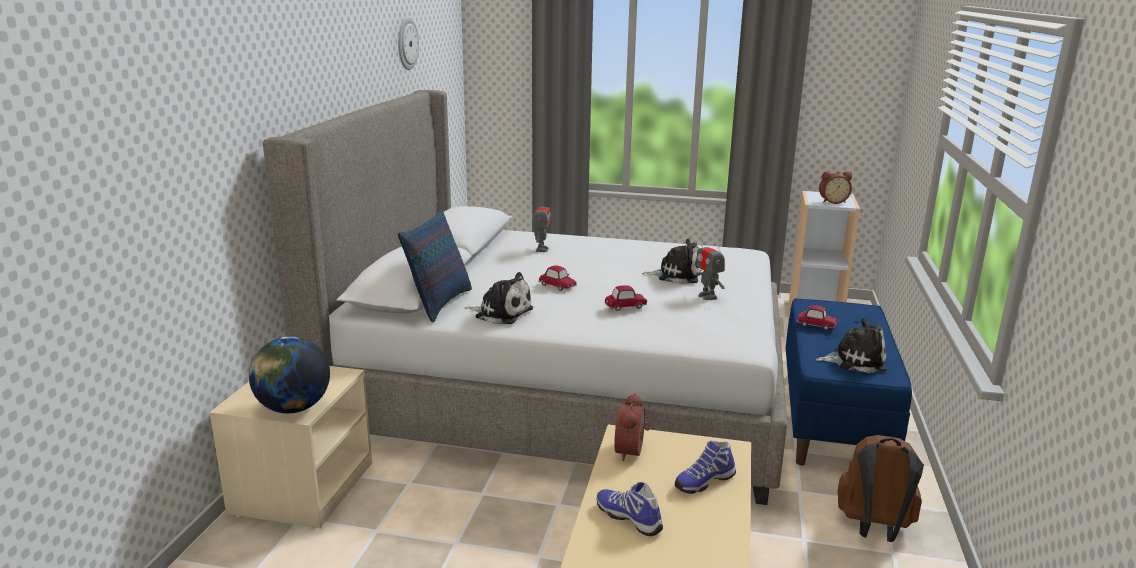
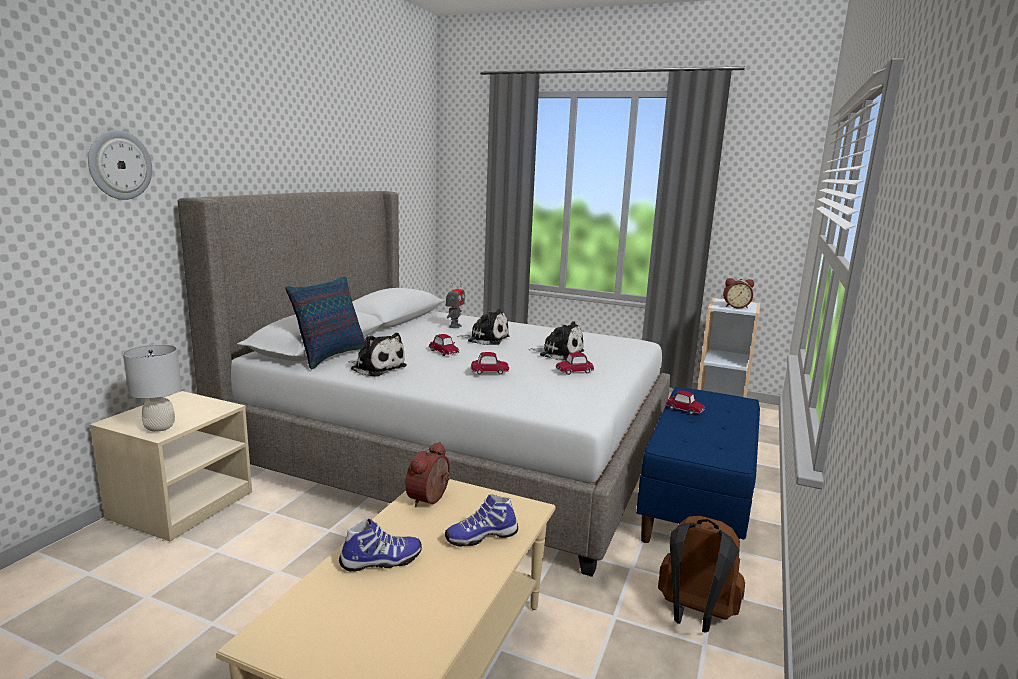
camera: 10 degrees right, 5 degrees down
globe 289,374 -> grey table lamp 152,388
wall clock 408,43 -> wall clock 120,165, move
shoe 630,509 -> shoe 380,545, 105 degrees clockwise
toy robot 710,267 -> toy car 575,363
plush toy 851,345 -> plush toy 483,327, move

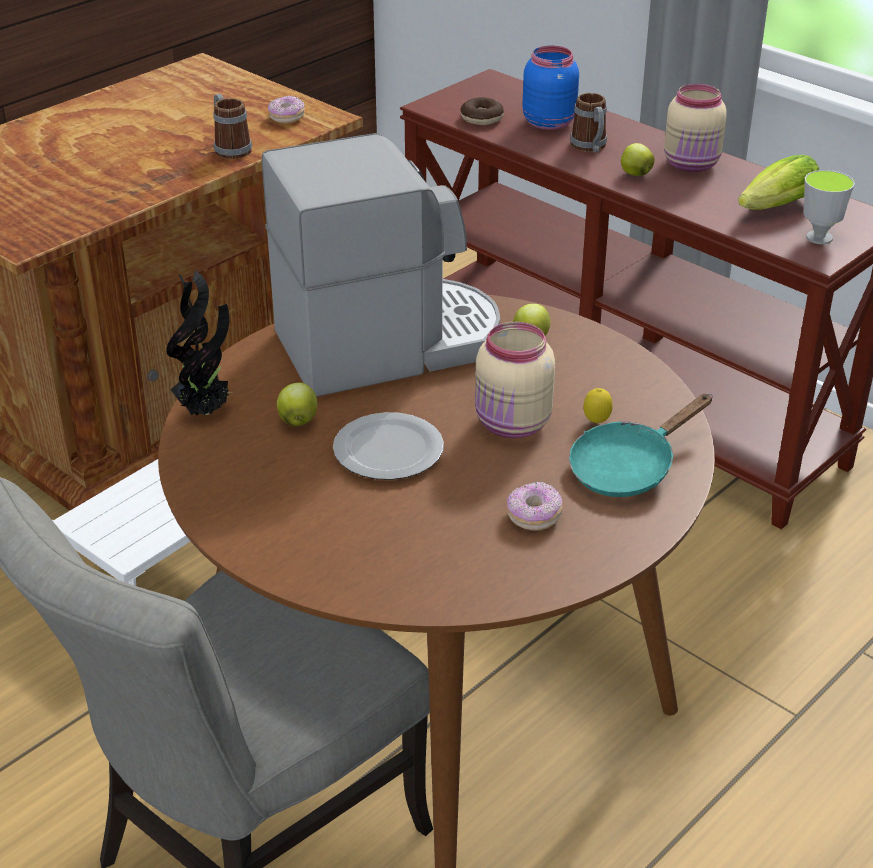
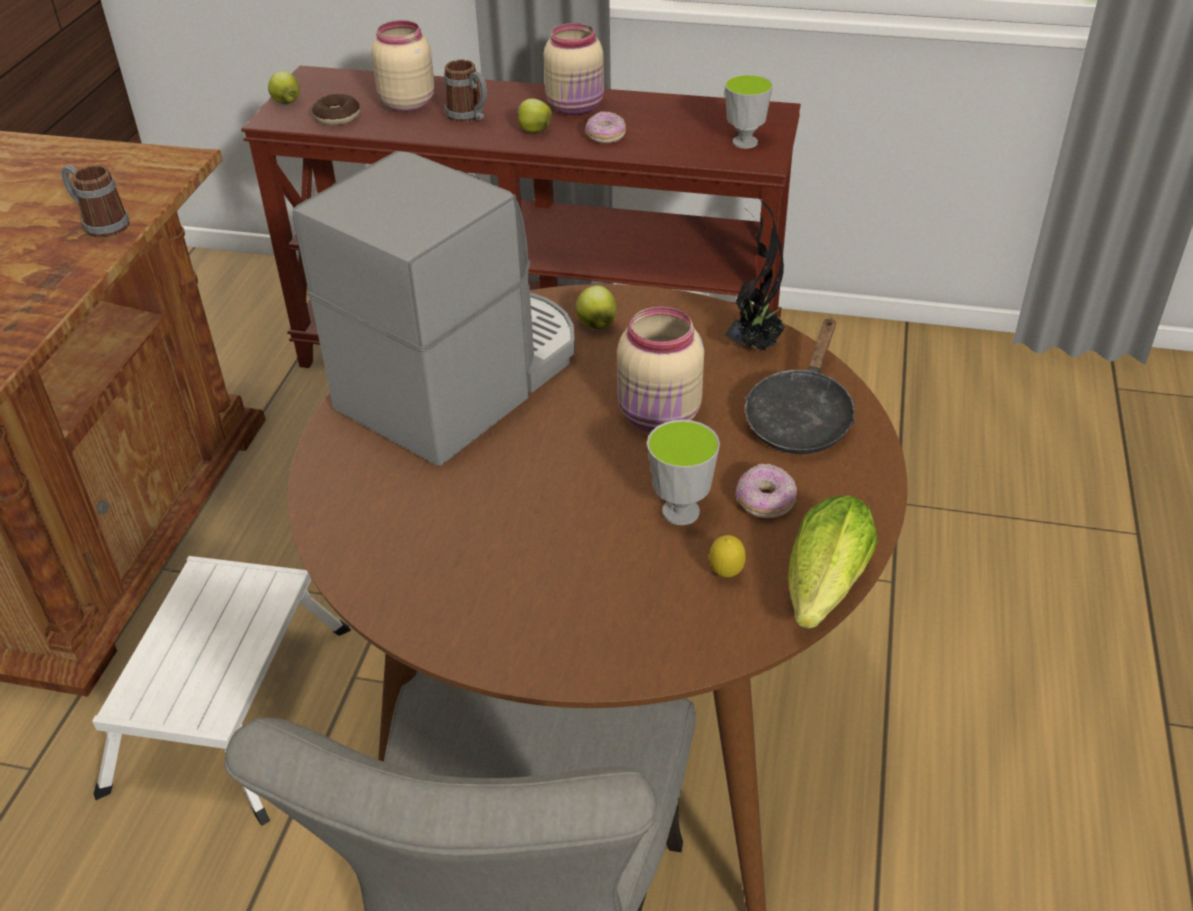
camera: 30 degrees left, 5 degrees up
potted plant 198,343 -> potted plant 755,275, move
donut 286,110 -> donut 605,127, move
apple 297,405 -> apple 284,87, move
plate 388,446 -> none
blue jar 550,88 -> beige jar 403,66
turquoise frying pan 641,445 -> black frying pan 800,386
lemon 598,405 -> lemon 727,556, move
lettuce 778,182 -> lettuce 832,562, move
none -> cup 683,472

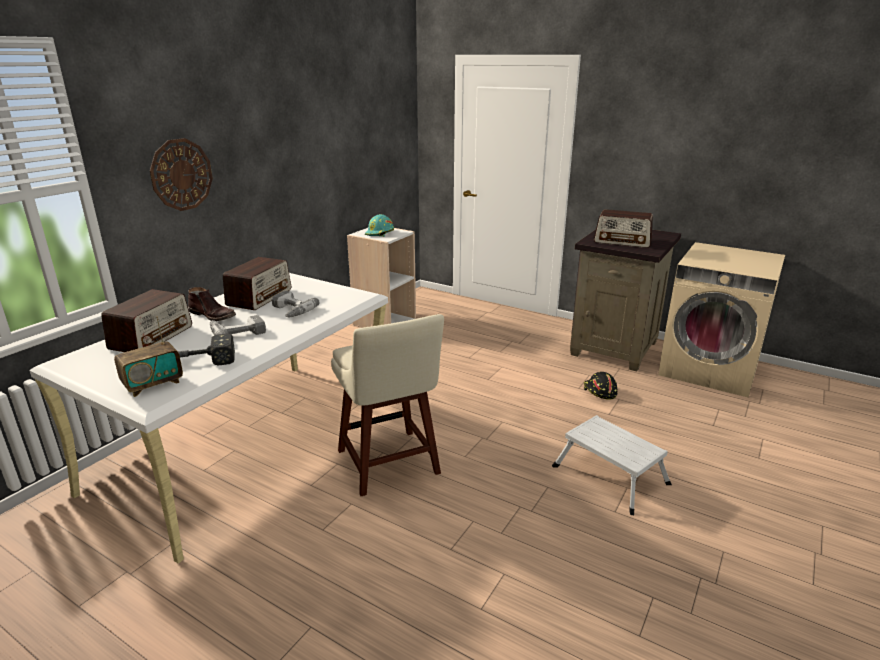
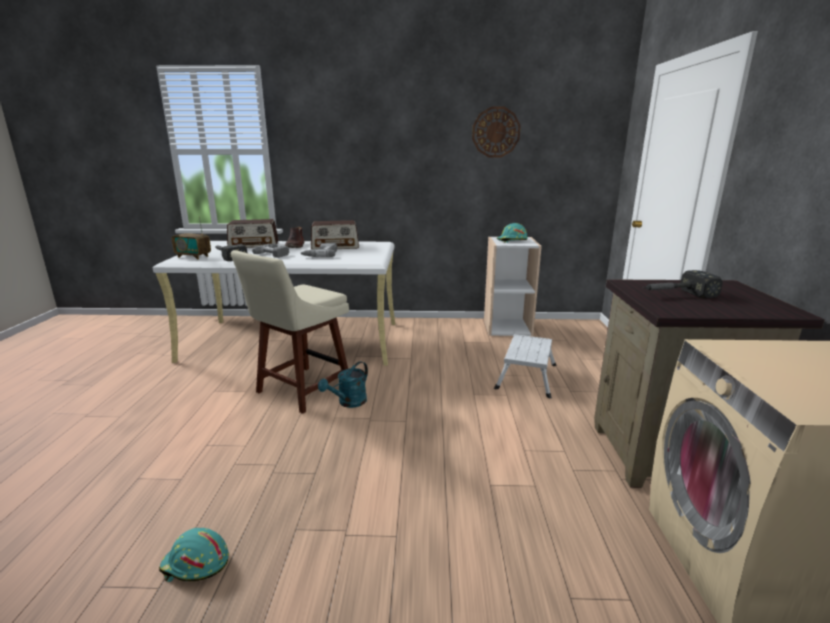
camera: 60 degrees right, 5 degrees down
wall clock 181,174 -> wall clock 496,132, move
white step ladder 612,465 -> white step ladder 525,366, move
black hard hat 600,385 -> none
radio 623,228 -> hammer 683,284
none -> turquoise hard hat 194,555
none -> turquoise watering can 343,384

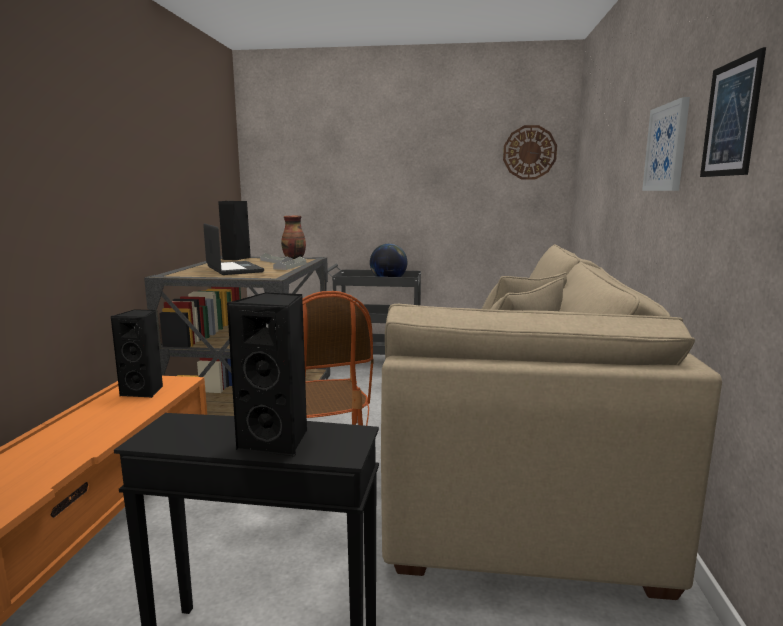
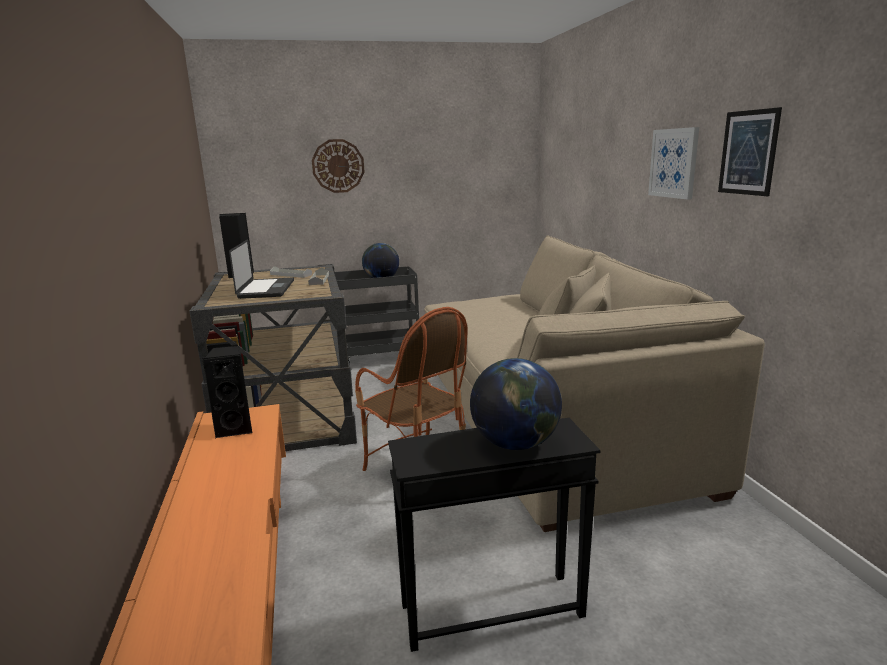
camera: 20 degrees left, 5 degrees up
laptop 233,249 -> laptop 261,269, 45 degrees clockwise
black speaker 267,374 -> globe 516,404
vase 293,237 -> none
wall clock 530,152 -> wall clock 338,166, move

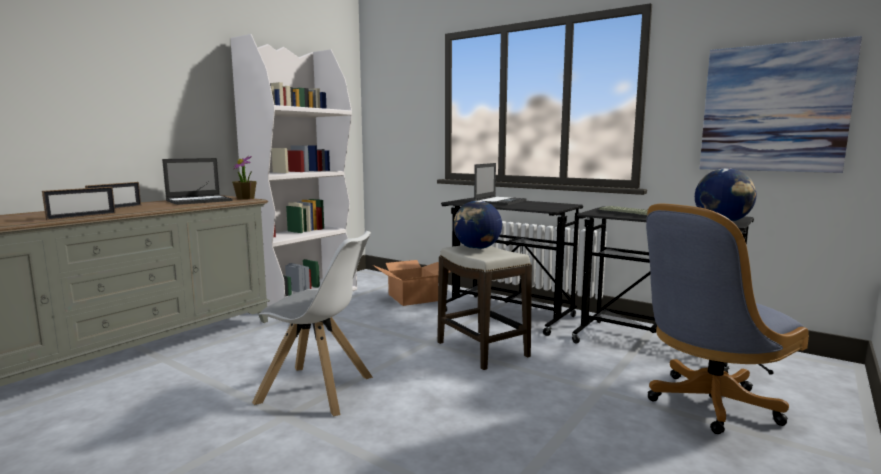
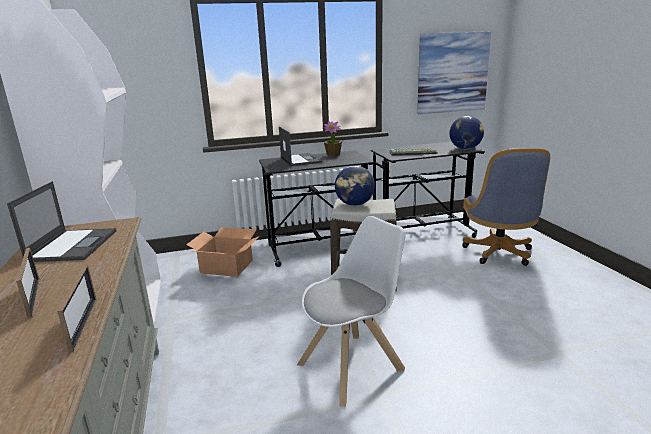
camera: 50 degrees left, 10 degrees up
potted plant 244,178 -> potted plant 332,138, move

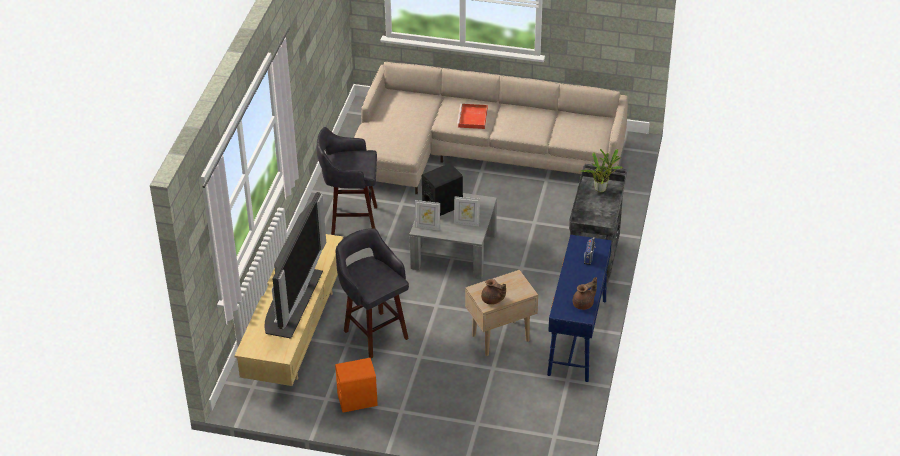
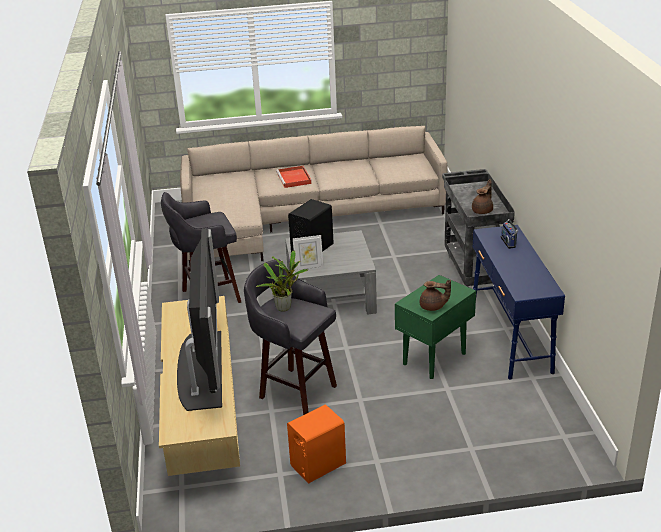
camera: 20 degrees left, 10 degrees down
picture frame 467,211 -> none
beige side table 501,313 -> green side table 435,327
brown teapot 585,293 -> brown teapot 482,196, move
potted plant 601,171 -> potted plant 282,281, move

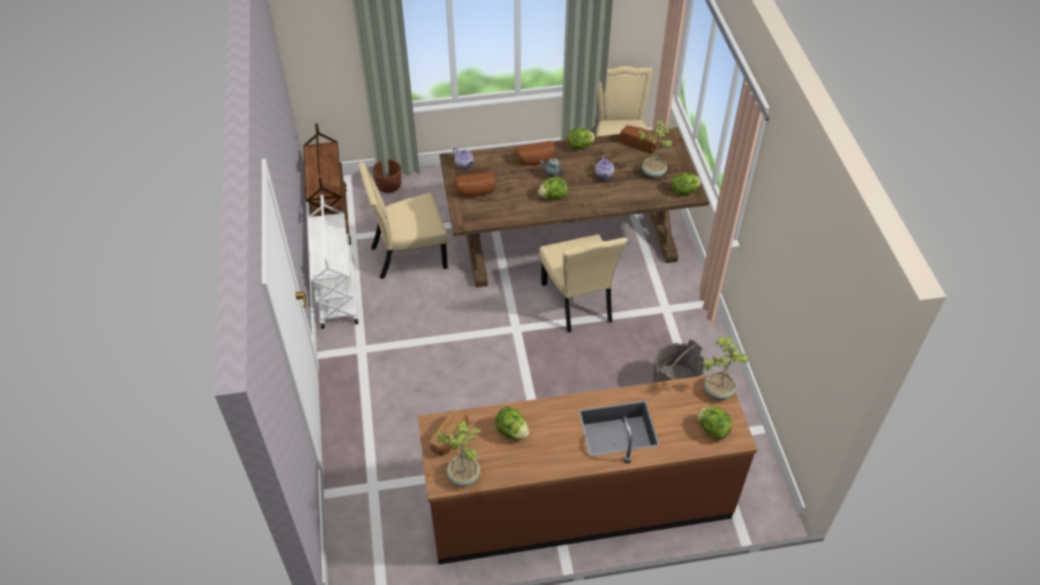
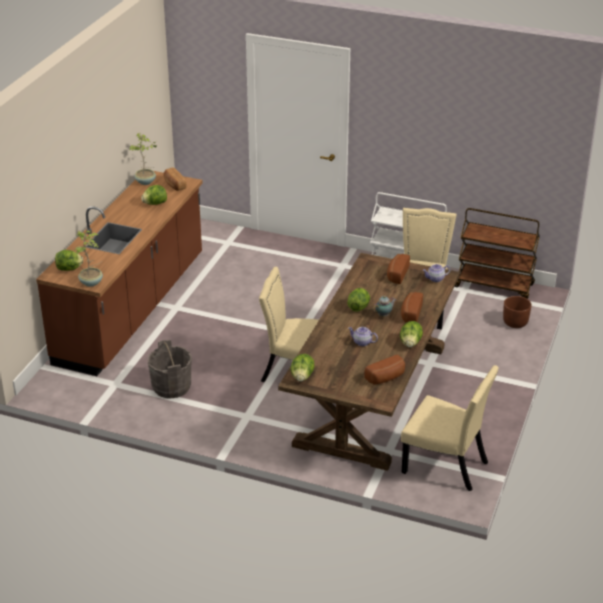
camera: 120 degrees right, 15 degrees down
potted plant 655,149 -> none

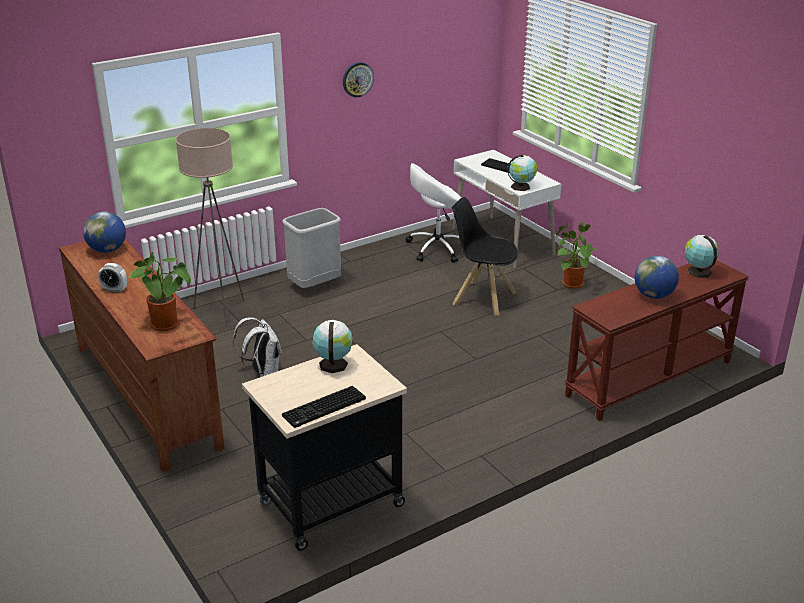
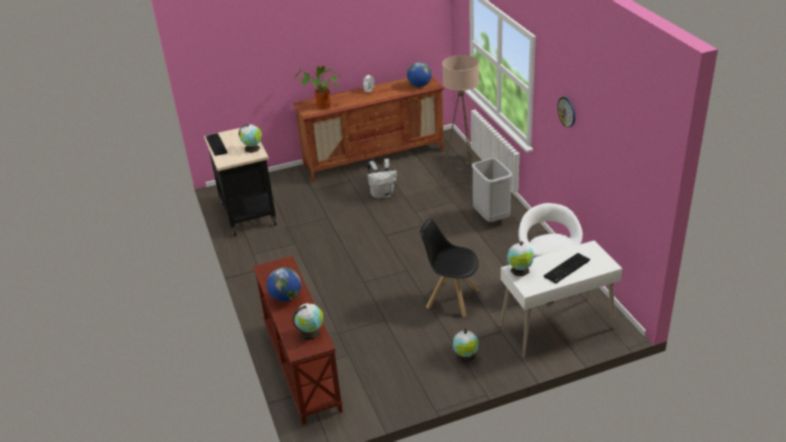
camera: 105 degrees right, 5 degrees up
black chair 485,256 -> black chair 450,268, 105 degrees counterclockwise
potted plant 576,255 -> globe 466,345

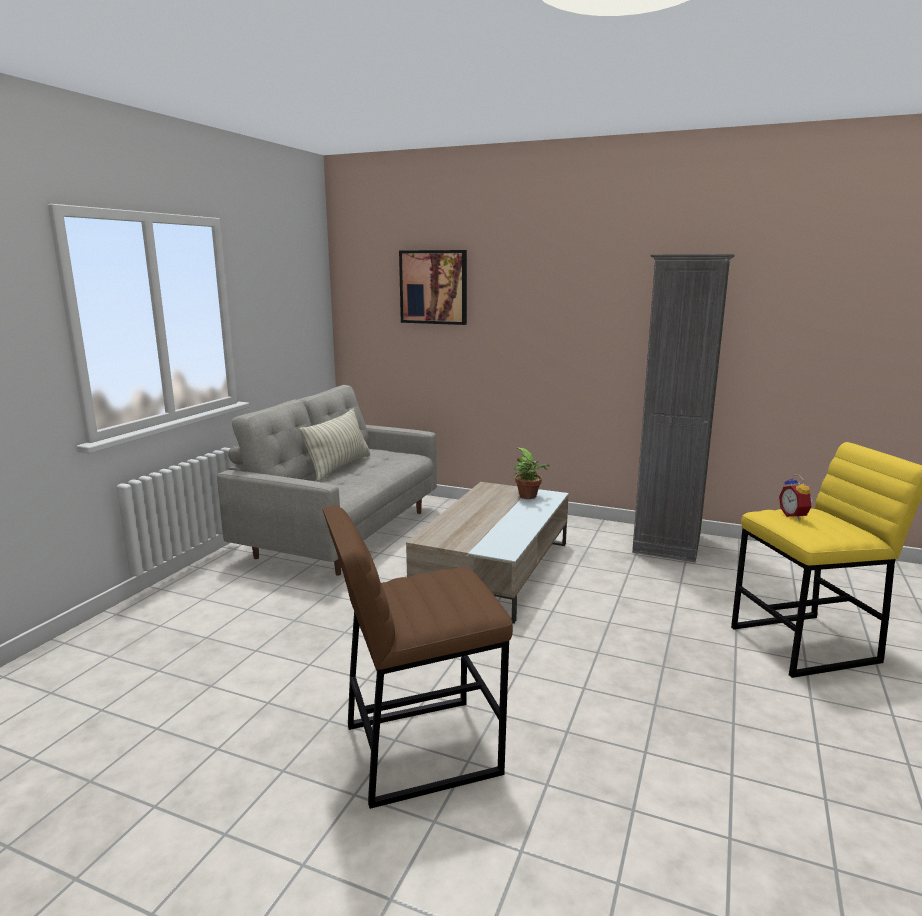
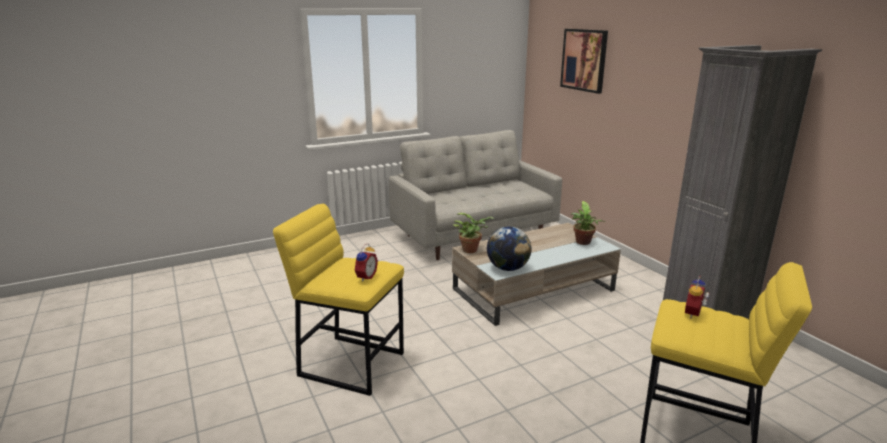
camera: 40 degrees right, 5 degrees up
pillow 334,445 -> none
brown stool 417,657 -> yellow stool 338,300
none -> alarm clock 366,262
none -> potted plant 473,232
none -> globe 509,248

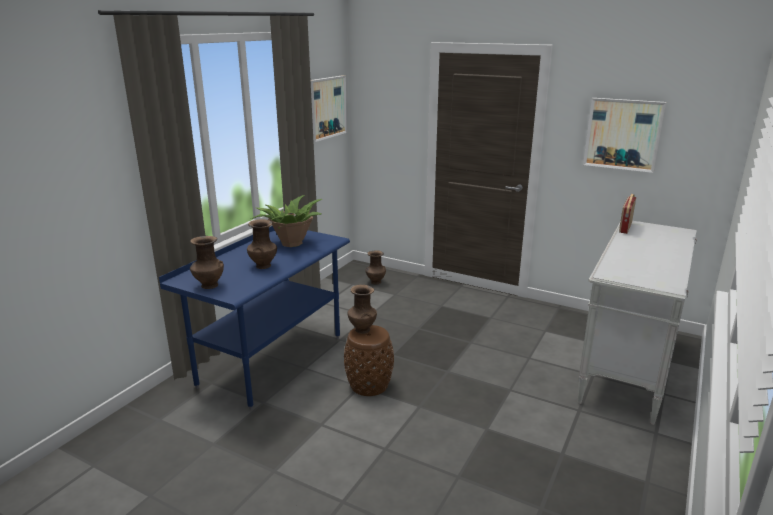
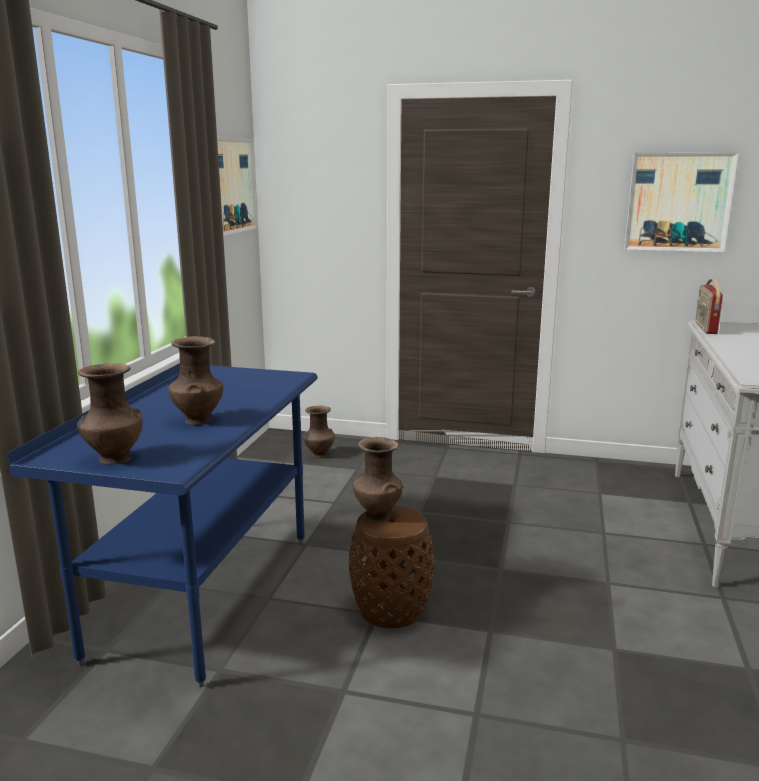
camera: 15 degrees left, 5 degrees down
potted plant 286,221 -> none

